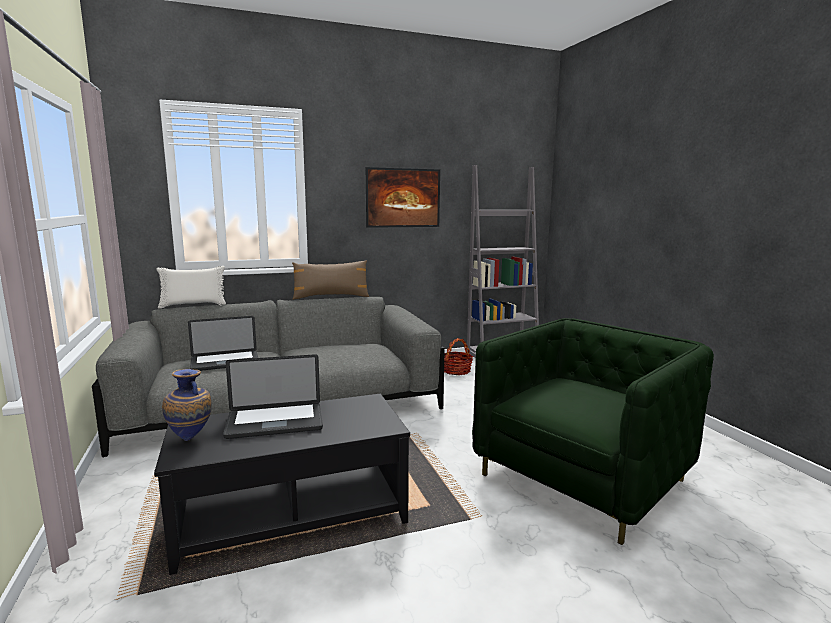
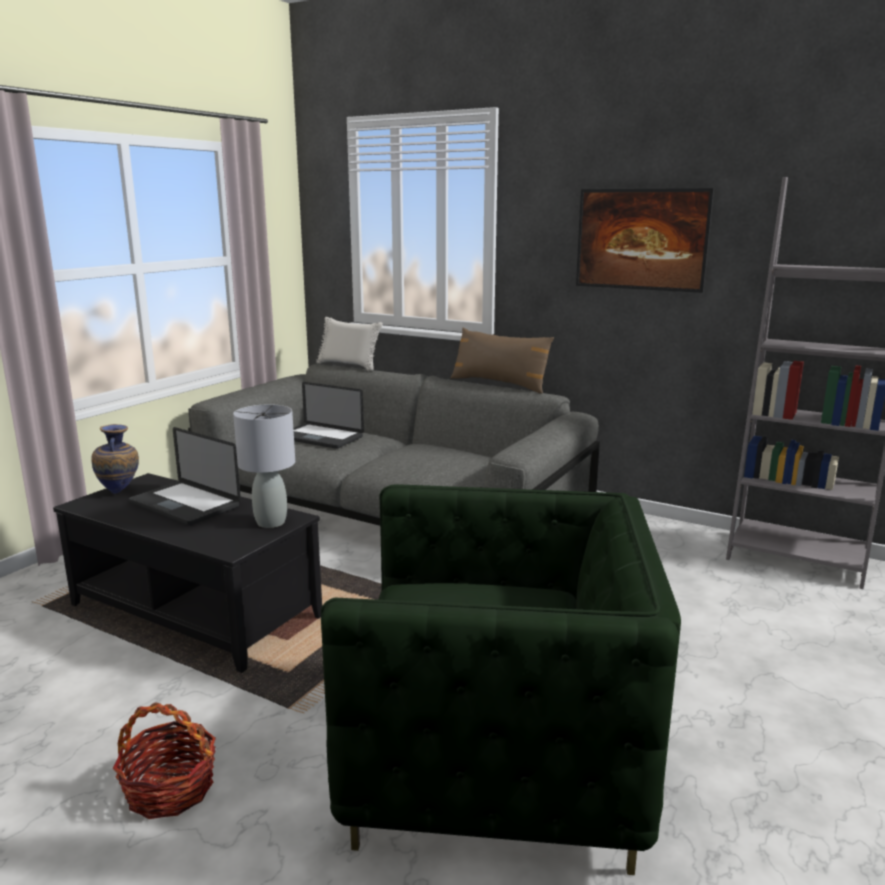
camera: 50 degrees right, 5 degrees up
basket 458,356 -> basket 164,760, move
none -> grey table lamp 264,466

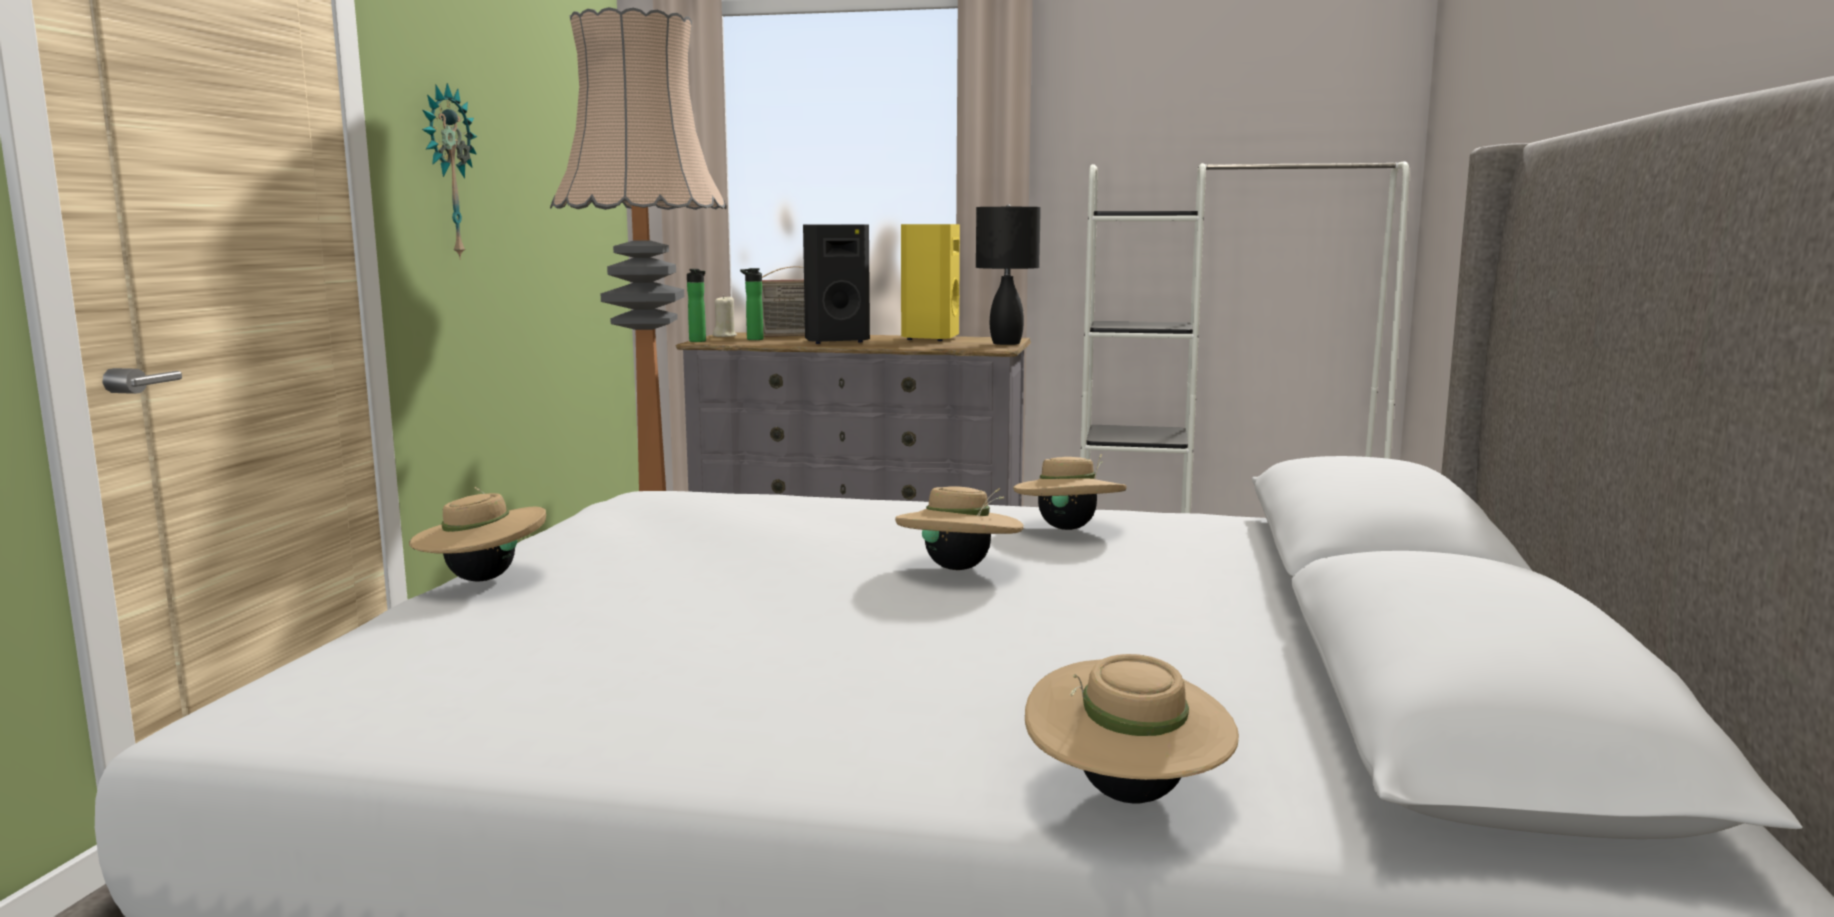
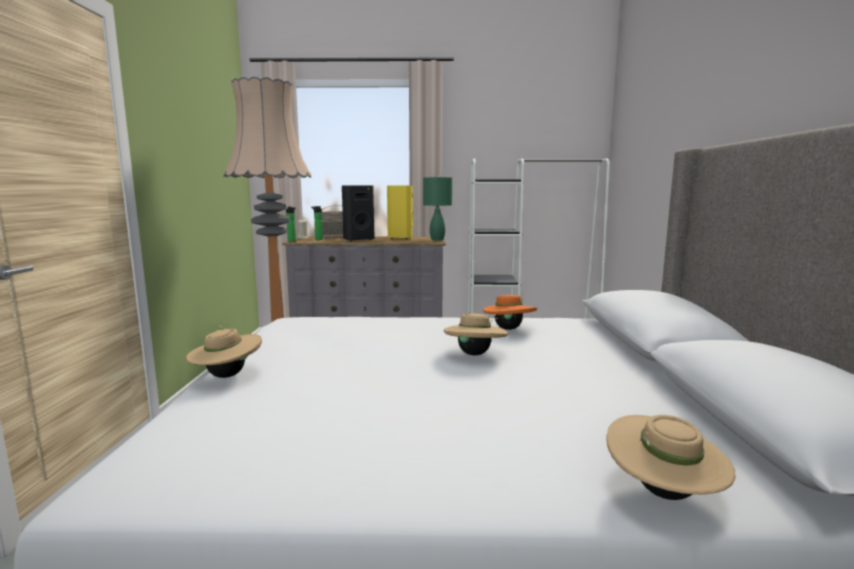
camera: 10 degrees left, 0 degrees up
wall clock 449,171 -> none
black table lamp 1008,275 -> green table lamp 437,208
beige hat 1070,492 -> orange hat 510,311

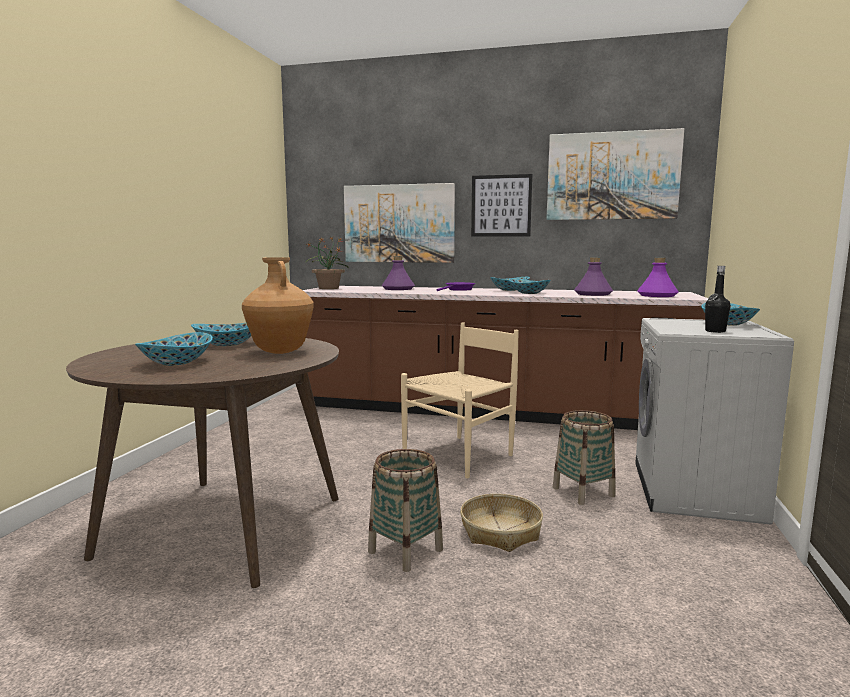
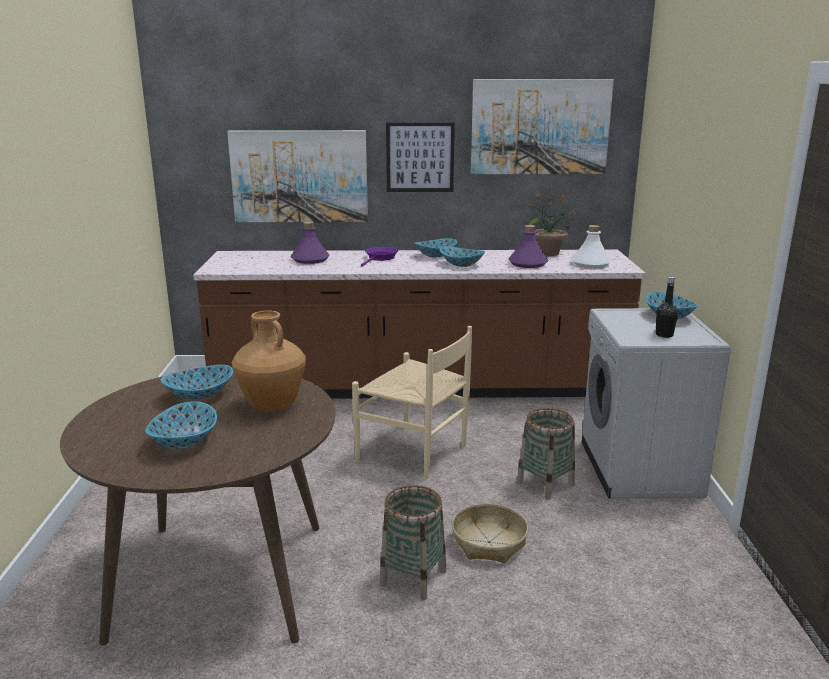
camera: 15 degrees left, 10 degrees up
potted plant 326,263 -> potted plant 550,225, move
beige chair 460,400 -> beige chair 412,402, 90 degrees clockwise
purple bottle 657,277 -> white bottle 591,246

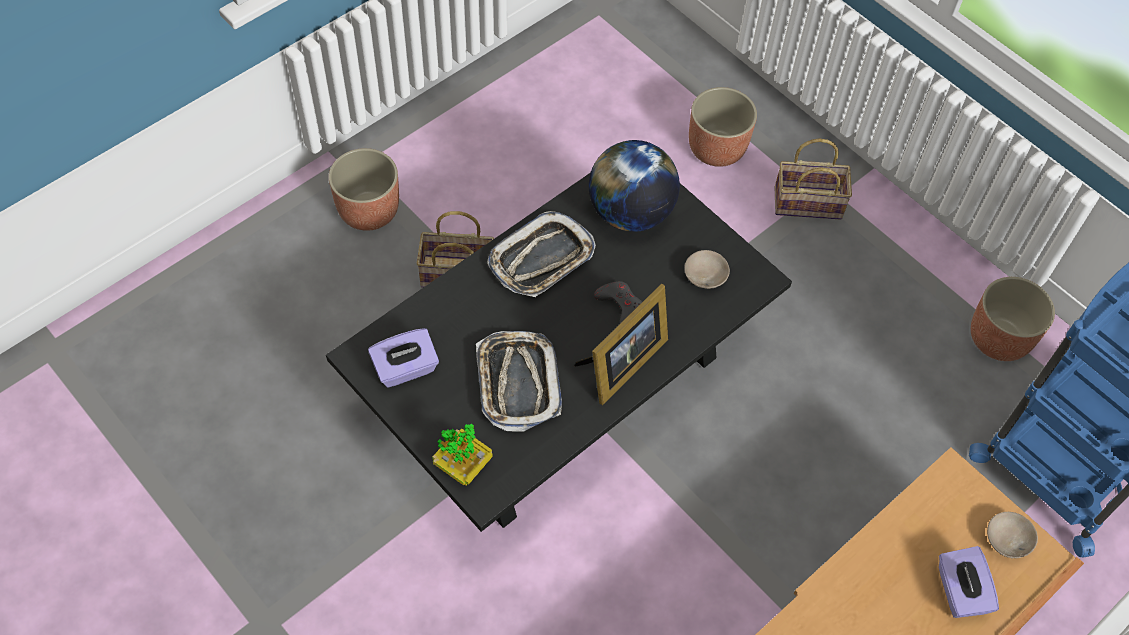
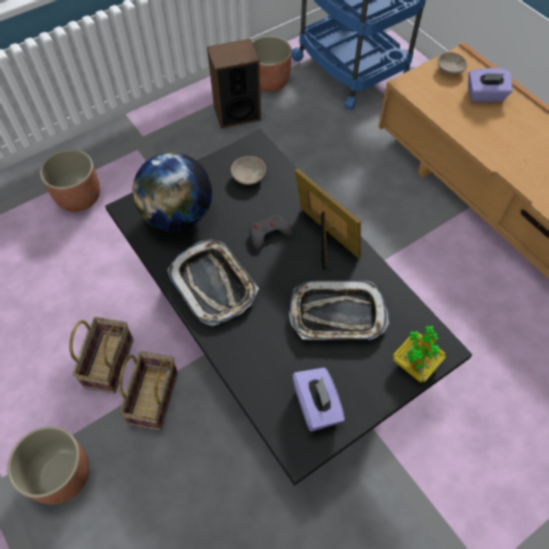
camera: 80 degrees left, 0 degrees up
basket 813,179 -> basket 101,355, move
none -> speaker 234,84

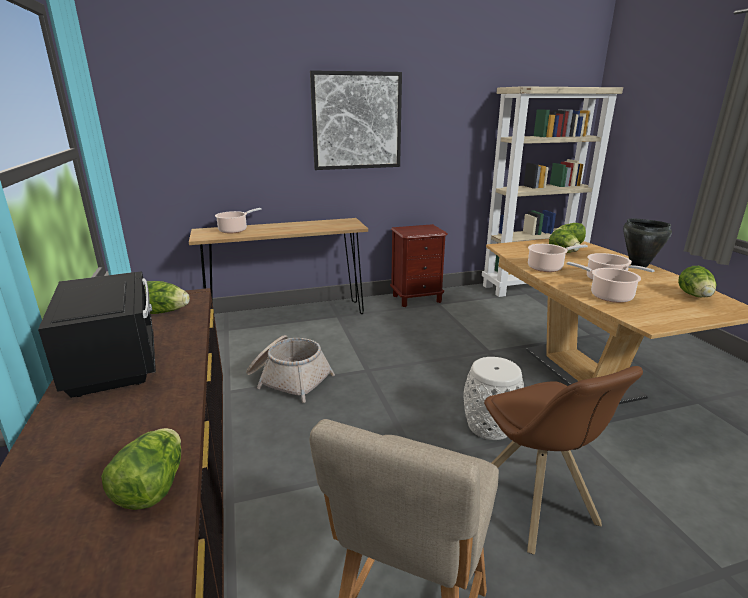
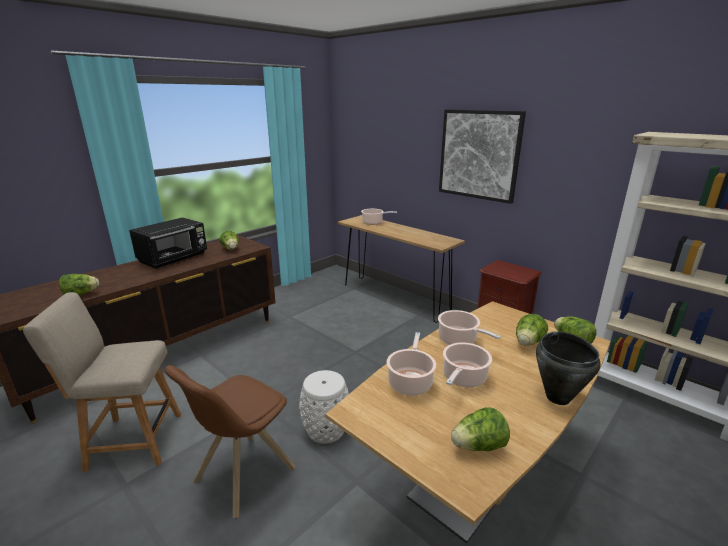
camera: 60 degrees right, 0 degrees up
basket 290,369 -> none

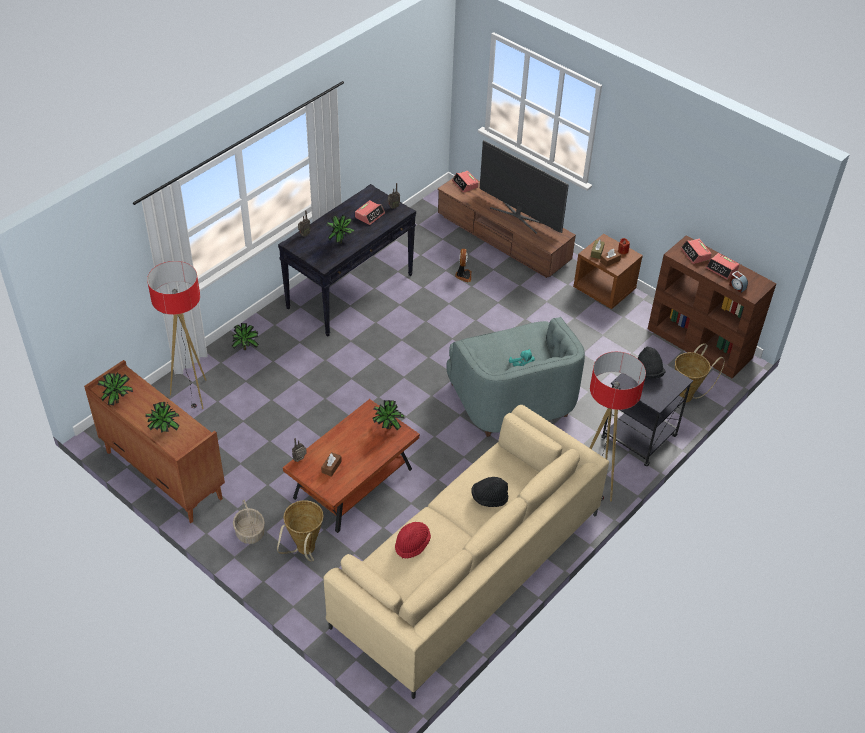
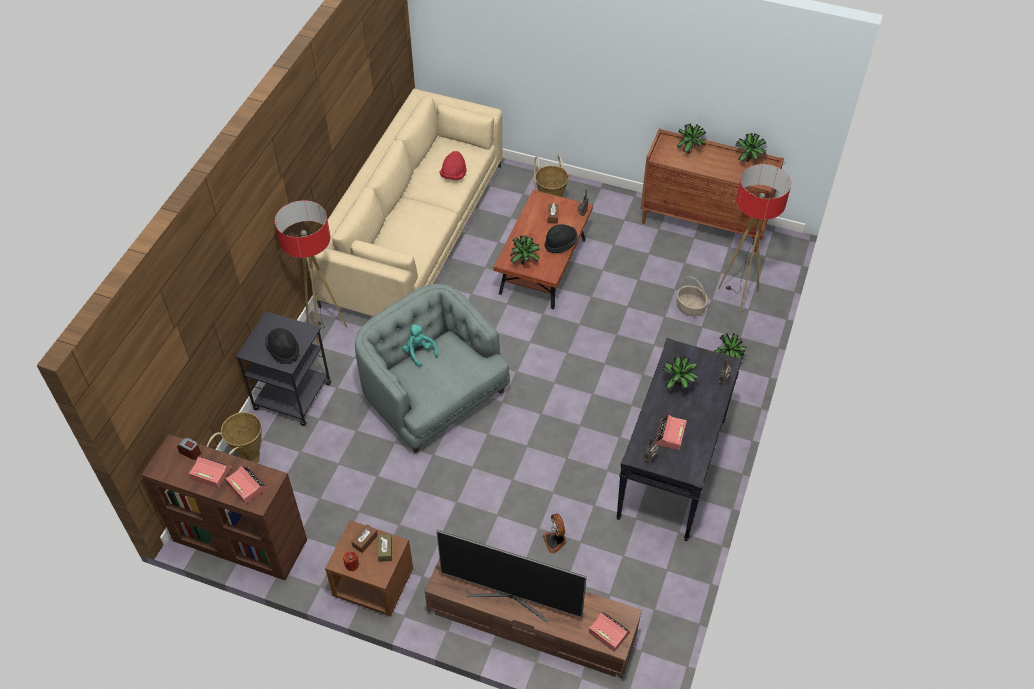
camera: 160 degrees right, 5 degrees up
basket 249,522 -> basket 692,296, move
black hat 489,492 -> black hat 561,238, move

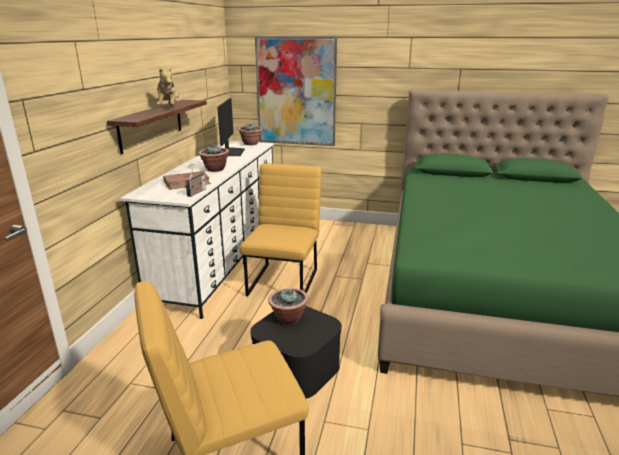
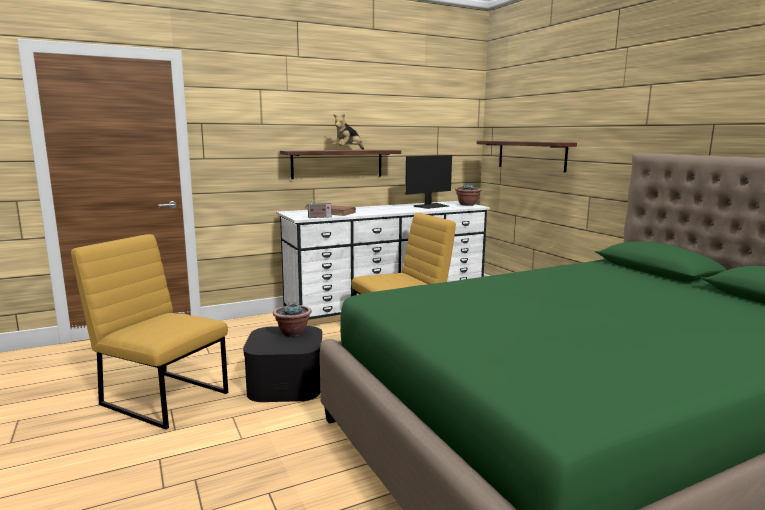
camera: 50 degrees right, 10 degrees down
potted plant 213,158 -> none
picture 296,91 -> shelf 527,157

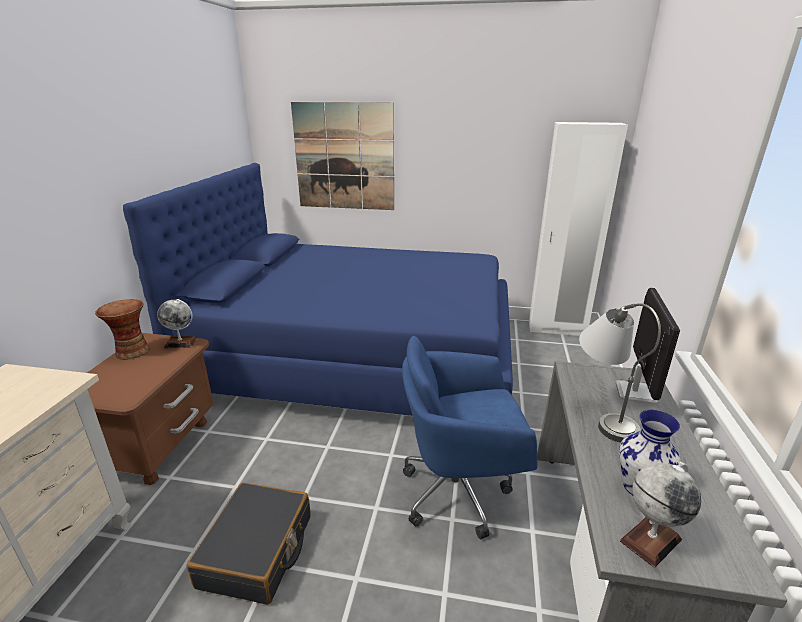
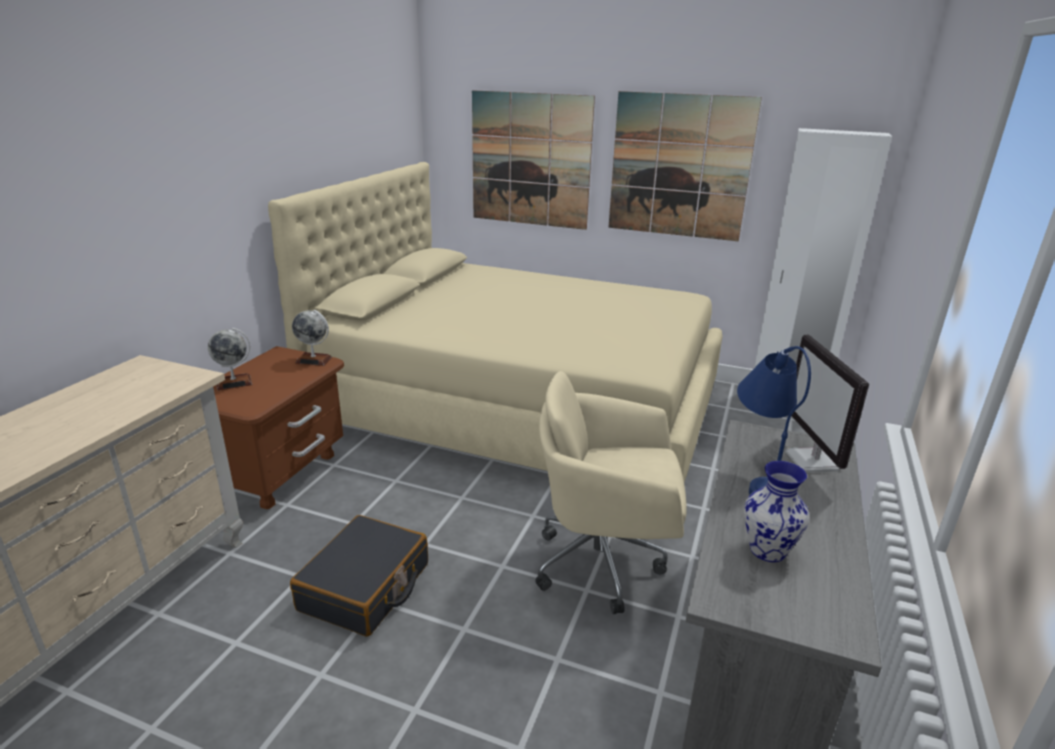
camera: 10 degrees right, 0 degrees up
vase 122,329 -> none
blue bed 318,289 -> beige bed 495,322
blue office chair 470,437 -> beige office chair 611,492
grey table lamp 620,373 -> blue table lamp 774,420
monitor 648,346 -> monitor 827,404, 150 degrees clockwise
globe 660,515 -> globe 230,359, move
none -> picture 685,166

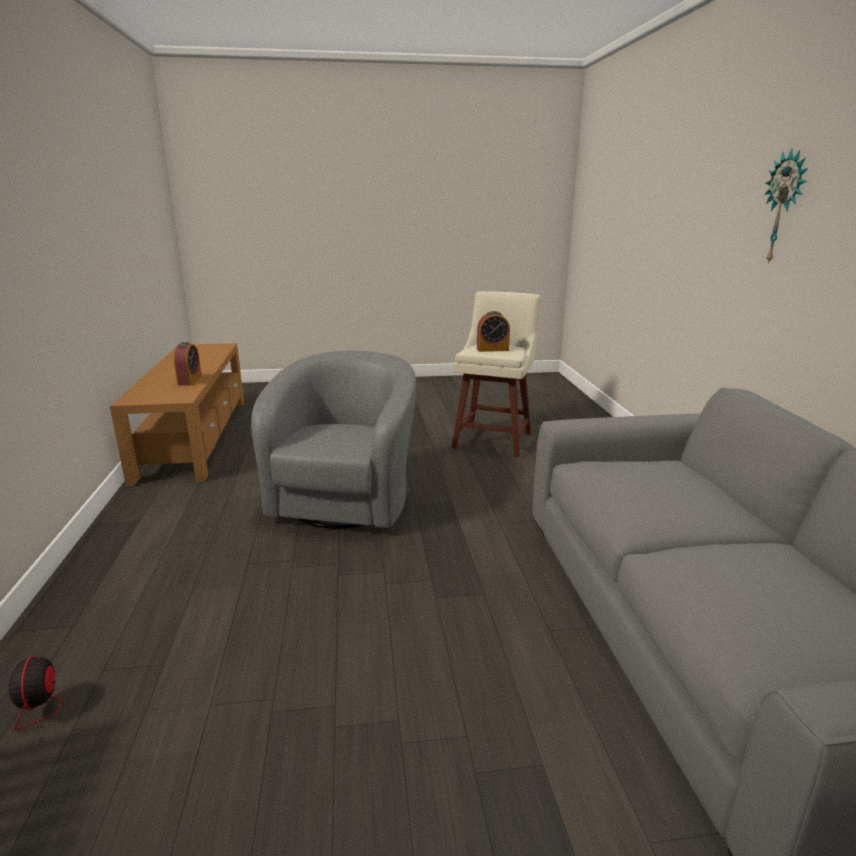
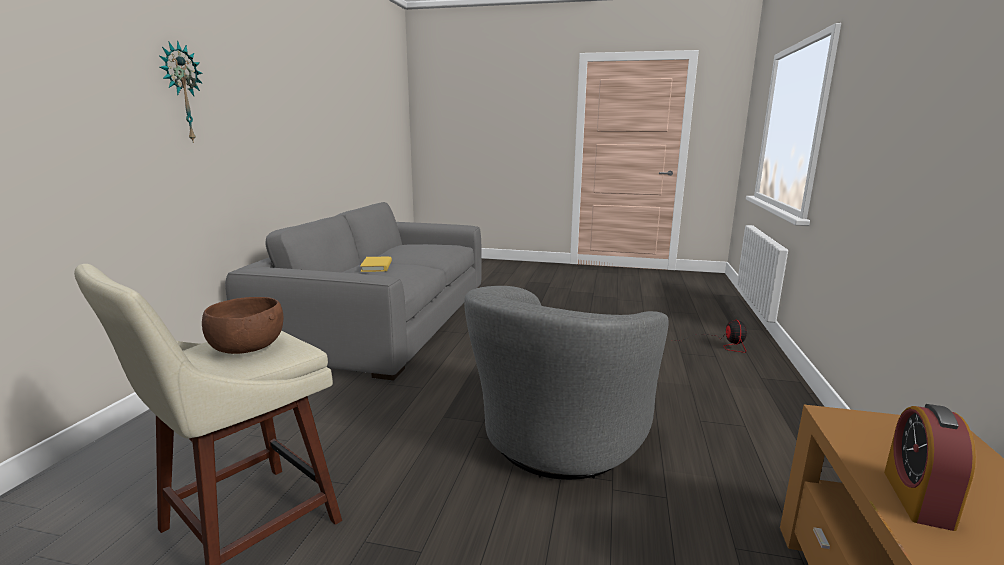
camera: 160 degrees left, 5 degrees down
alarm clock 493,331 -> brown bowl 243,325
none -> yellow book 376,264

